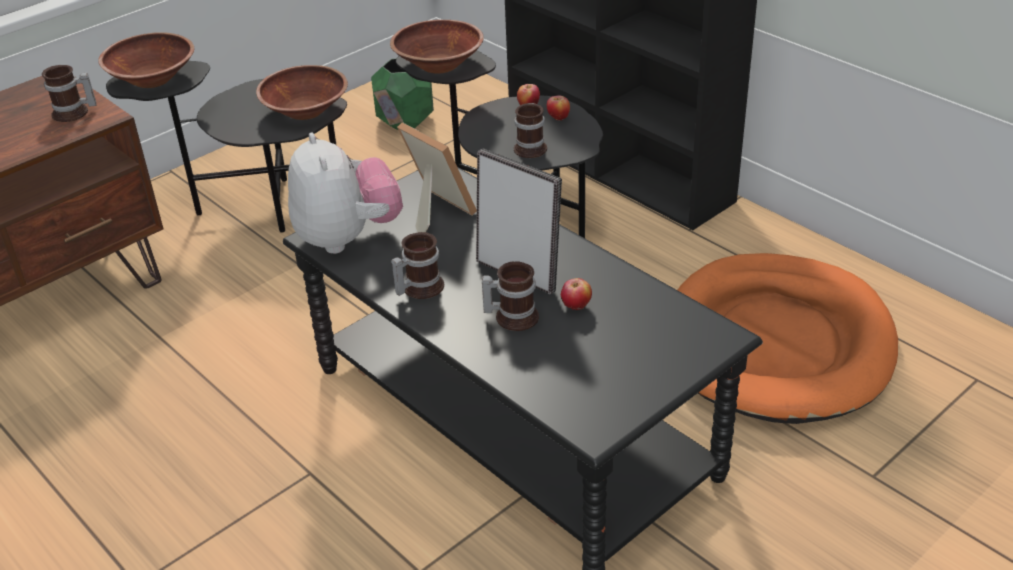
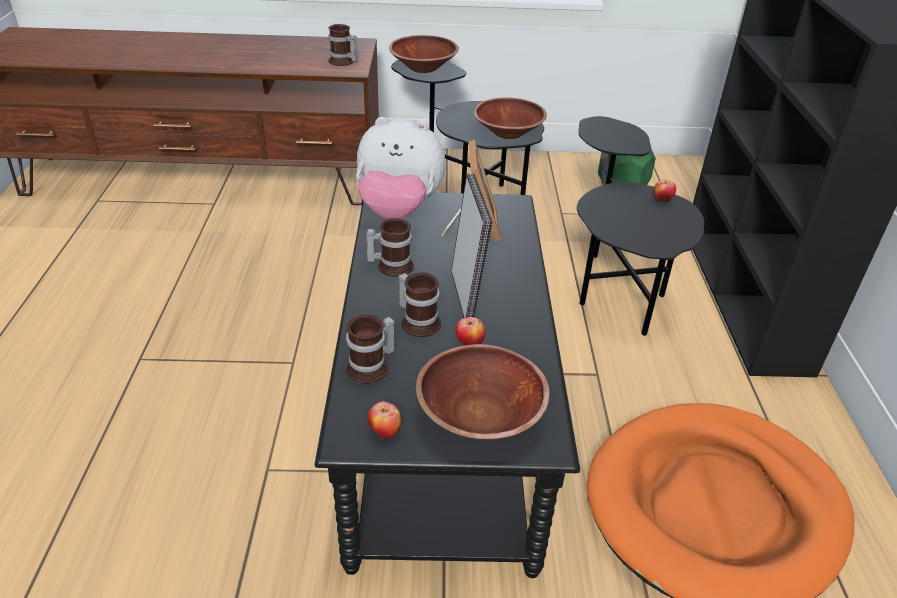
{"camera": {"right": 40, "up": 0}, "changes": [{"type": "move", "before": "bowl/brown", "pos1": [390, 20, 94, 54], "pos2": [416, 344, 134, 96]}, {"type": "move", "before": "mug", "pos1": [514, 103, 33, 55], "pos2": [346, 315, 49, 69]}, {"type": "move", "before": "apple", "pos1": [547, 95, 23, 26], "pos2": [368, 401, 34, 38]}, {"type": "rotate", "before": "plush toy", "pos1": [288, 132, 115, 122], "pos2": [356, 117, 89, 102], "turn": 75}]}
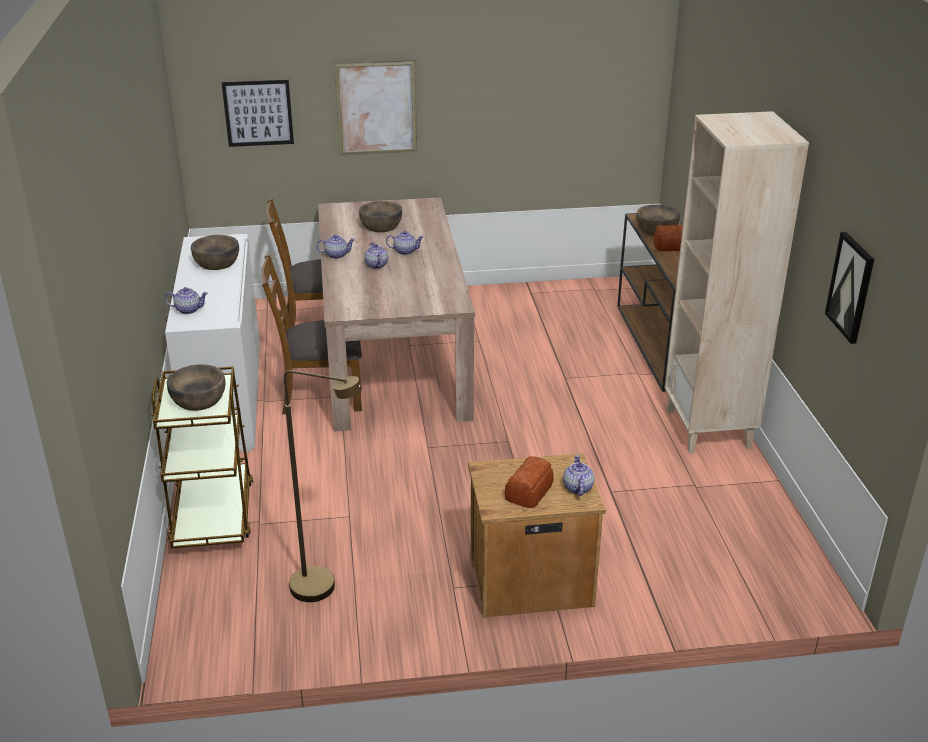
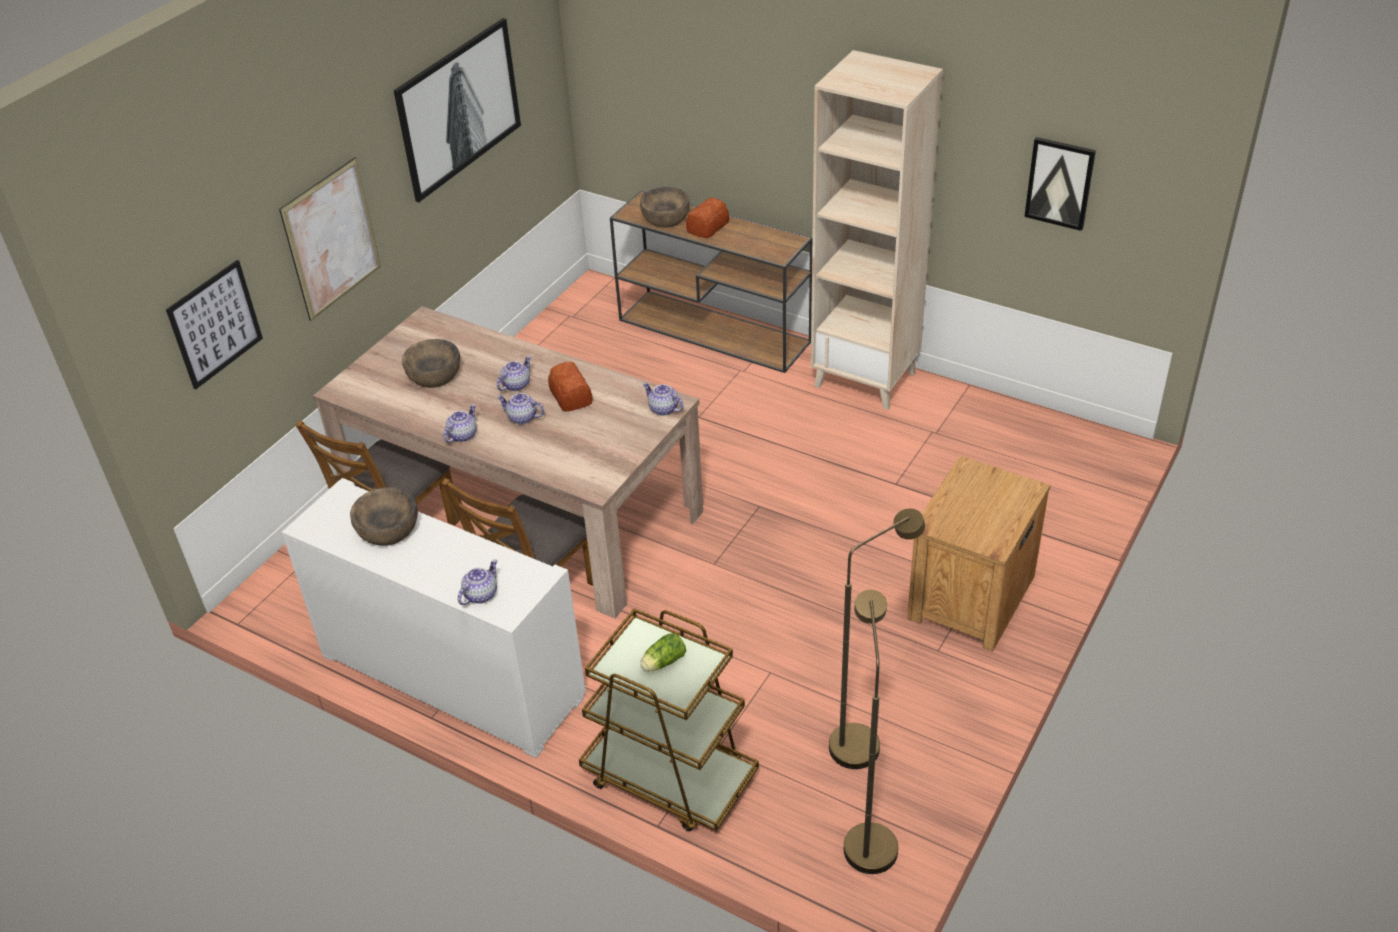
{"camera": {"right": -50, "up": 10}, "changes": [{"type": "insert", "after": "picture", "pos2": [394, 18, 127, 184]}, {"type": "insert", "after": "floor lamp/brown", "pos2": [844, 590, 54, 284]}, {"type": "move", "before": "bread", "pos1": [504, 456, 49, 52], "pos2": [548, 362, 44, 50]}, {"type": "move", "before": "teapot", "pos1": [563, 455, 31, 41], "pos2": [643, 383, 41, 33]}, {"type": "replace", "before": "bowl/brown", "after": "lettuce", "pos1": [167, 364, 59, 47], "pos2": [640, 633, 46, 38]}]}
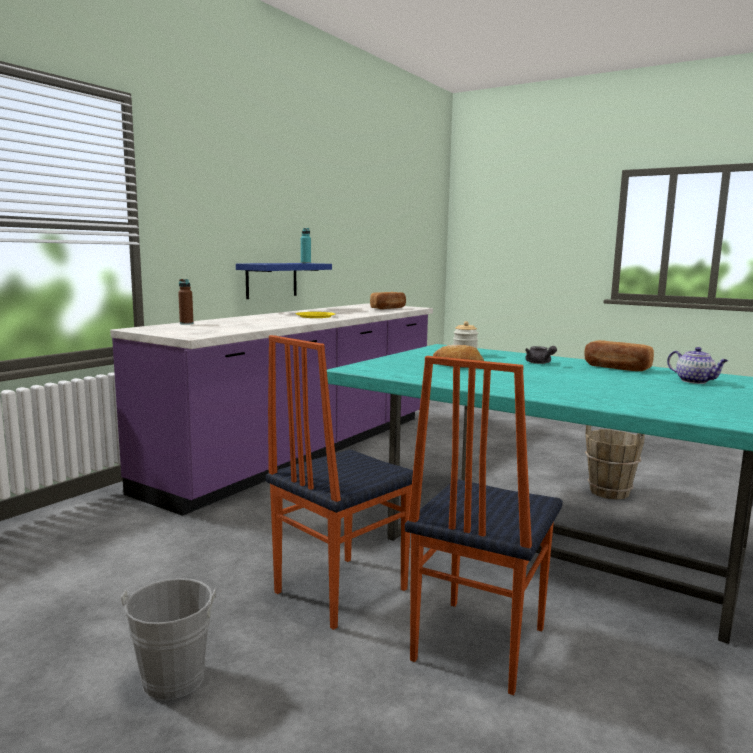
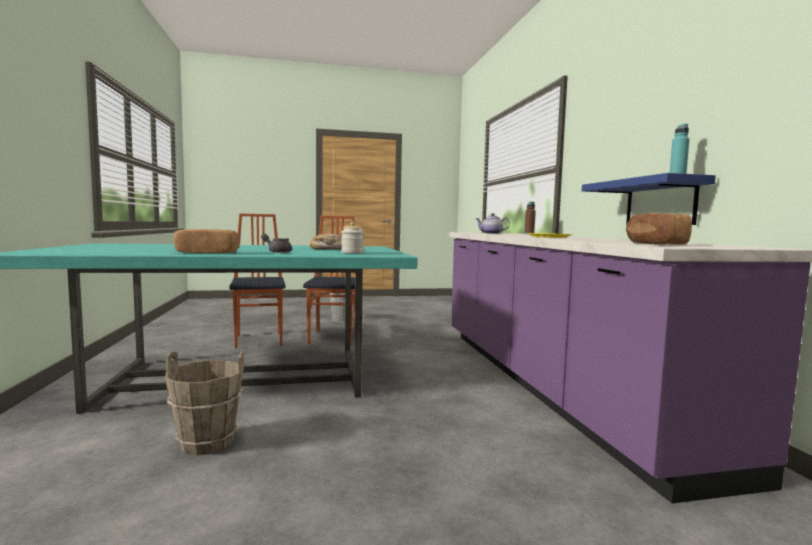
{"camera": {"right": 135, "up": -5}, "changes": [{"type": "move", "before": "teapot", "pos1": [667, 347, 61, 37], "pos2": [476, 213, 34, 21]}]}
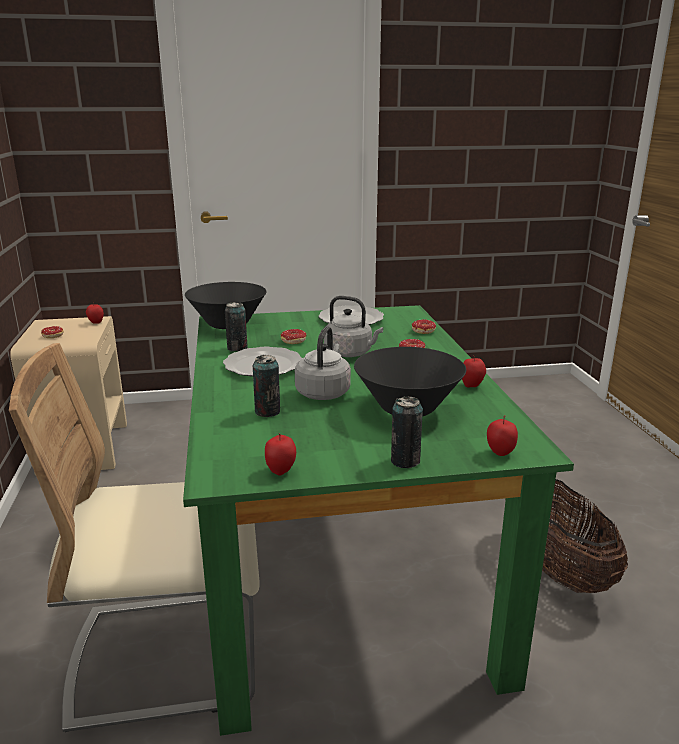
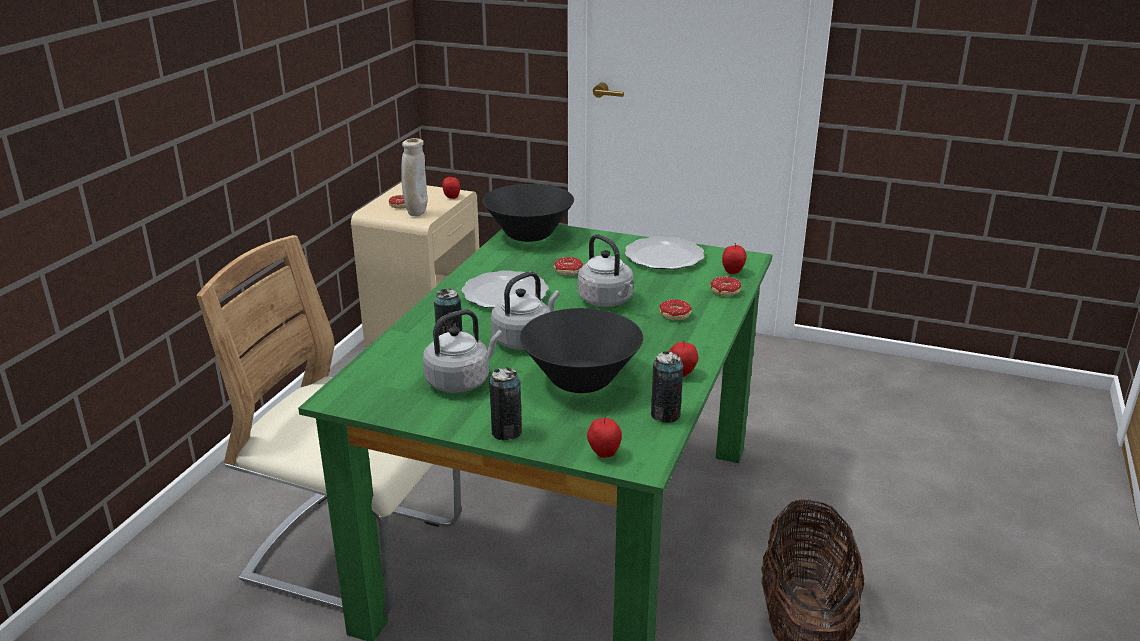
{"camera": {"right": 30, "up": 5}, "changes": [{"type": "insert", "after": "vase/beige", "pos2": [401, 138, 26, 78]}, {"type": "insert", "after": "kettle/grey", "pos2": [423, 309, 79, 84]}, {"type": "move", "before": "can", "pos1": [225, 302, 23, 49], "pos2": [651, 351, 32, 72]}, {"type": "move", "before": "apple", "pos1": [265, 434, 31, 42], "pos2": [722, 243, 25, 31]}]}
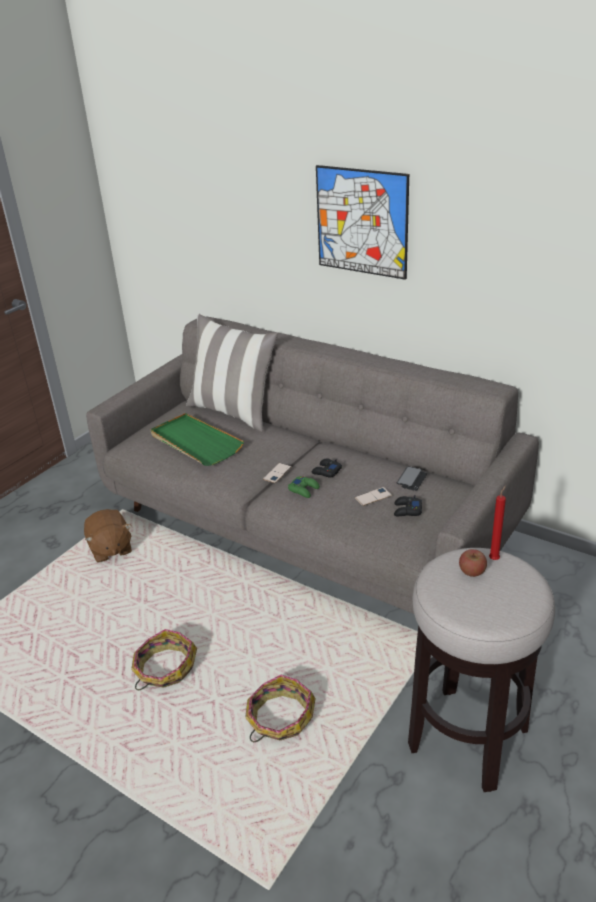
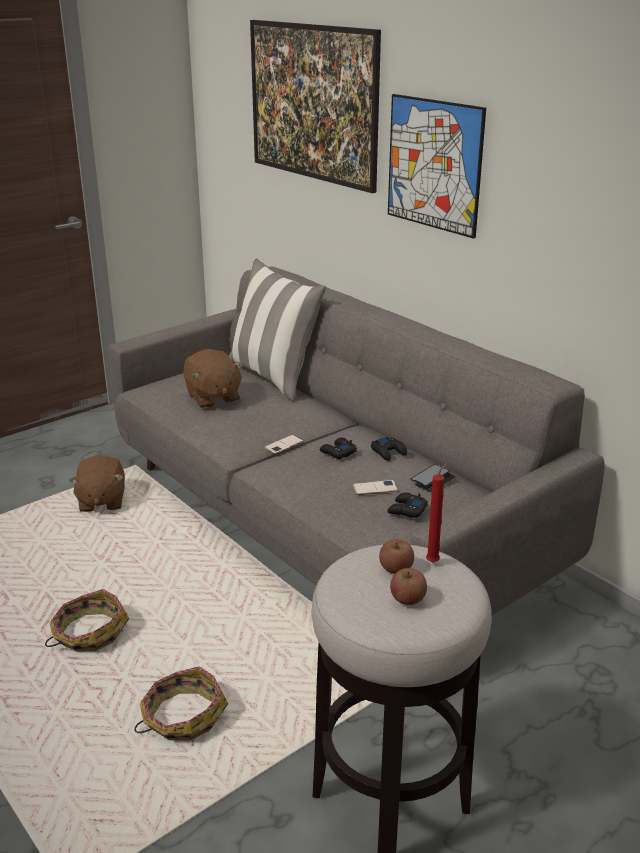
{"camera": {"right": 15, "up": -5}, "changes": [{"type": "delete", "before": "game controller/green", "pos1": [288, 476, 32, 22]}, {"type": "insert", "after": "picture", "pos2": [250, 20, 131, 173]}, {"type": "insert", "after": "game controller/black", "pos2": [371, 437, 36, 24]}, {"type": "insert", "after": "apple", "pos2": [390, 568, 37, 37]}, {"type": "replace", "before": "tray/green", "after": "plush toy/brown", "pos1": [150, 413, 94, 53], "pos2": [183, 349, 61, 60]}]}
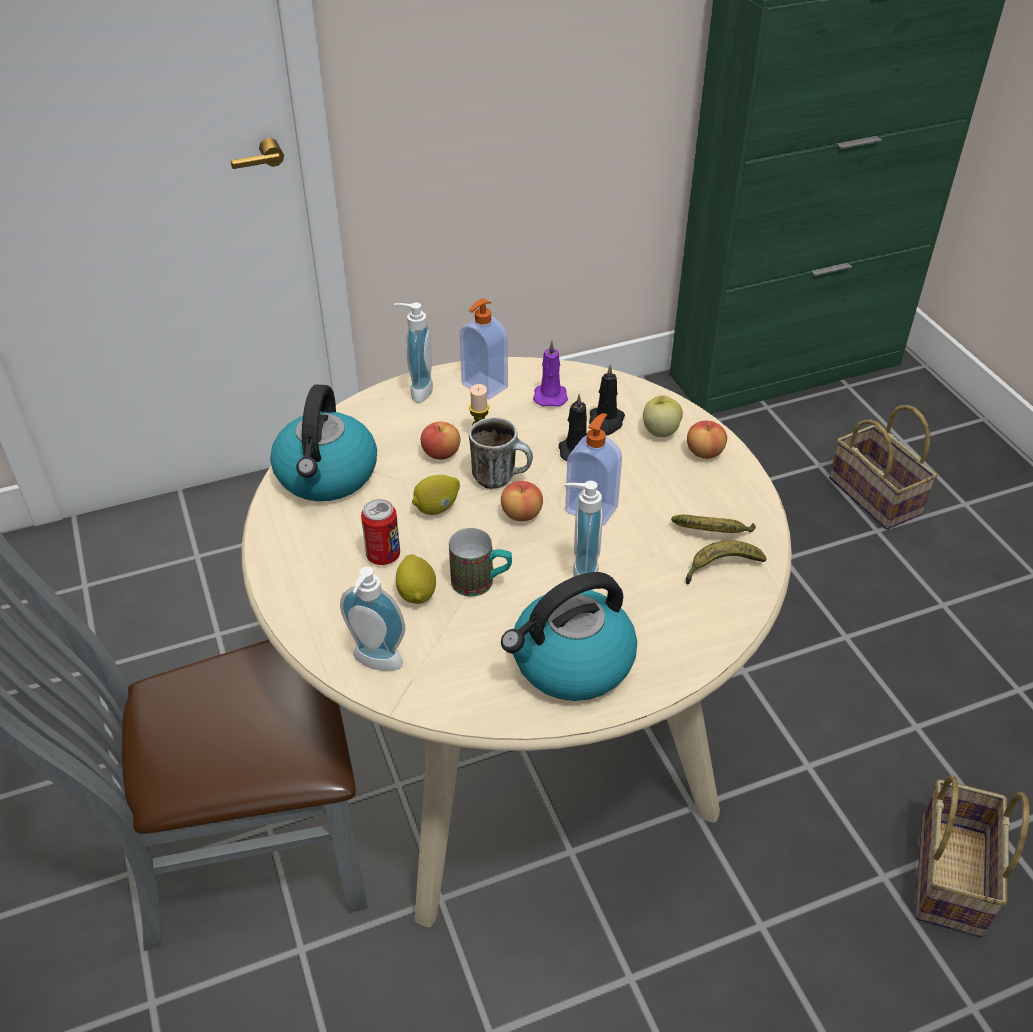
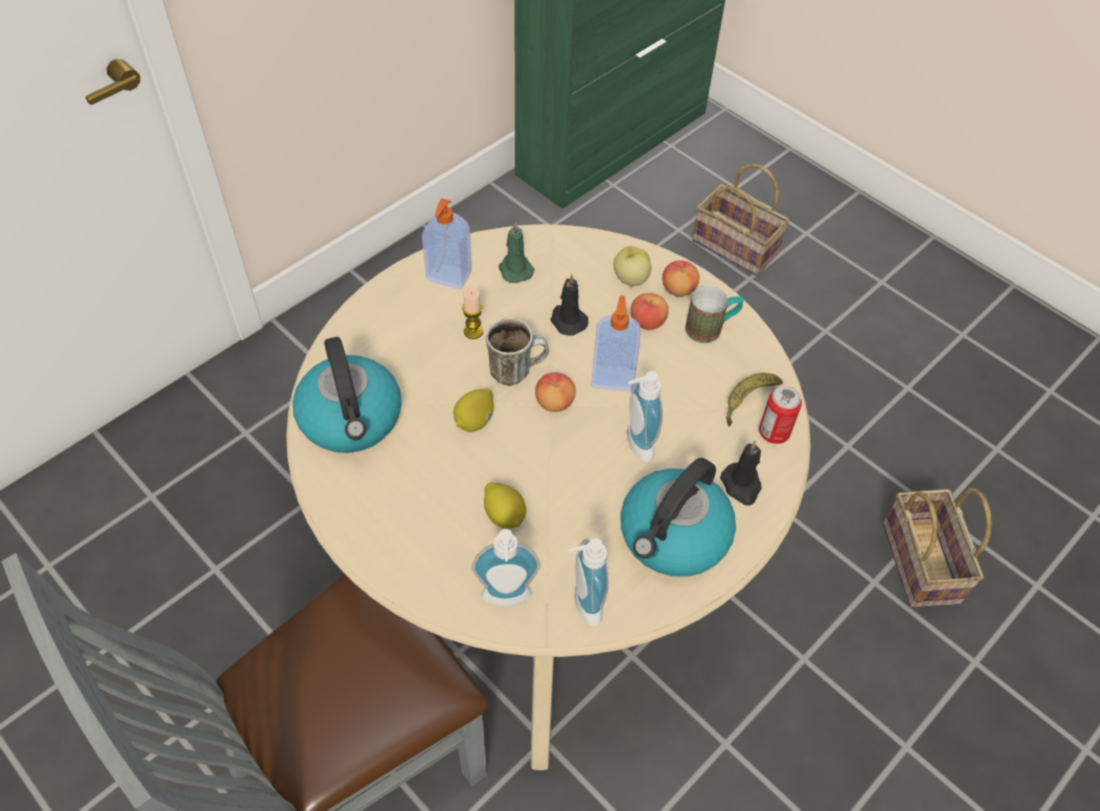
{"camera": {"right": -25, "up": 10}, "changes": [{"type": "delete", "before": "banana", "pos1": [671, 515, 85, 18]}, {"type": "move", "before": "can", "pos1": [361, 499, 39, 66], "pos2": [759, 386, 43, 58]}, {"type": "move", "before": "soap dispenser", "pos1": [394, 303, 39, 100], "pos2": [568, 538, 41, 89]}, {"type": "move", "before": "apple", "pos1": [421, 422, 39, 38], "pos2": [630, 293, 39, 37]}, {"type": "move", "before": "mug", "pos1": [449, 528, 63, 69], "pos2": [685, 285, 59, 58]}, {"type": "move", "before": "candle/black", "pos1": [589, 364, 36, 72], "pos2": [720, 440, 42, 66]}, {"type": "recolor", "before": "candle/purple", "after": "candle/green", "pos1": [533, 340, 35, 67], "pos2": [499, 222, 36, 61]}]}
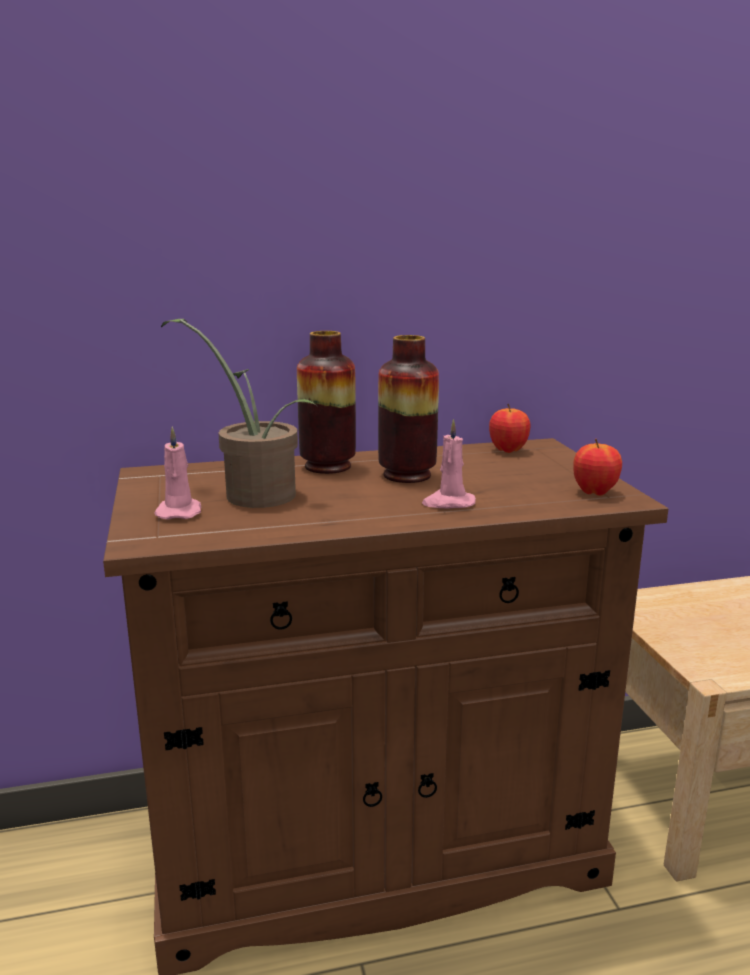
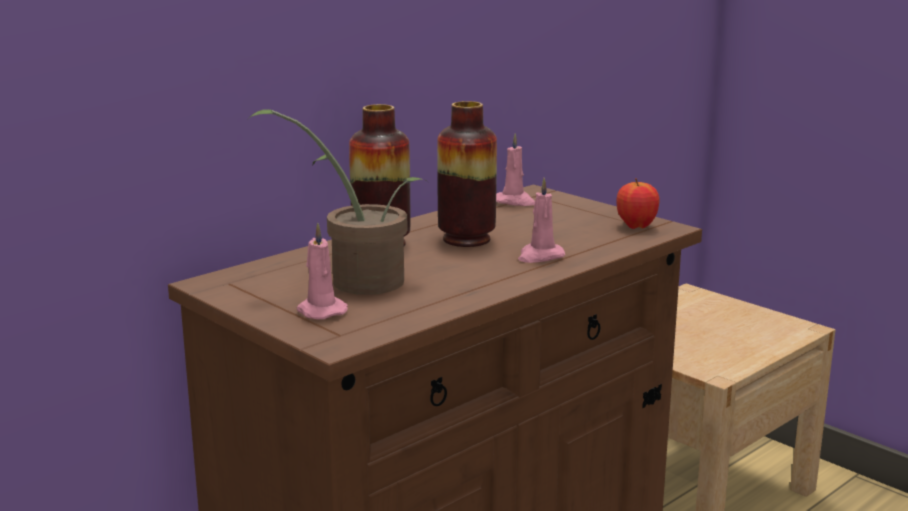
{"camera": {"right": -30, "up": 0}, "changes": [{"type": "replace", "before": "apple", "after": "candle/pink", "pos1": [489, 404, 42, 49], "pos2": [496, 133, 39, 73]}]}
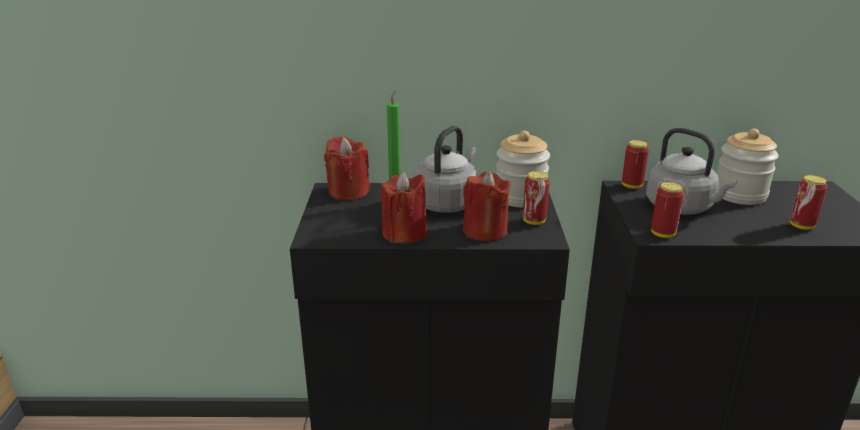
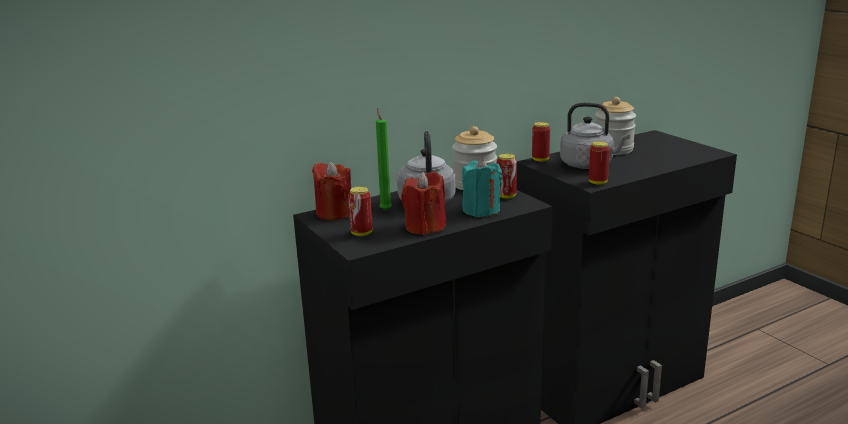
{"camera": {"right": -30, "up": -5}, "changes": [{"type": "move", "before": "can", "pos1": [790, 175, 37, 55], "pos2": [348, 186, 24, 50]}, {"type": "recolor", "before": "candle/red", "after": "candle/turquoise", "pos1": [463, 171, 48, 70], "pos2": [462, 158, 41, 59]}]}
